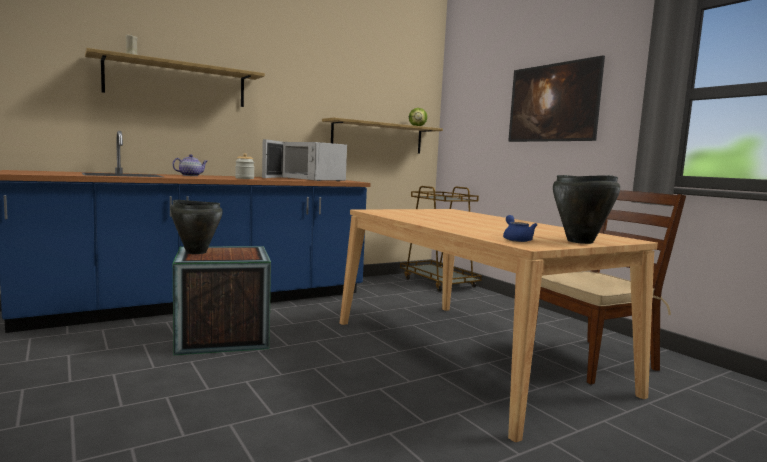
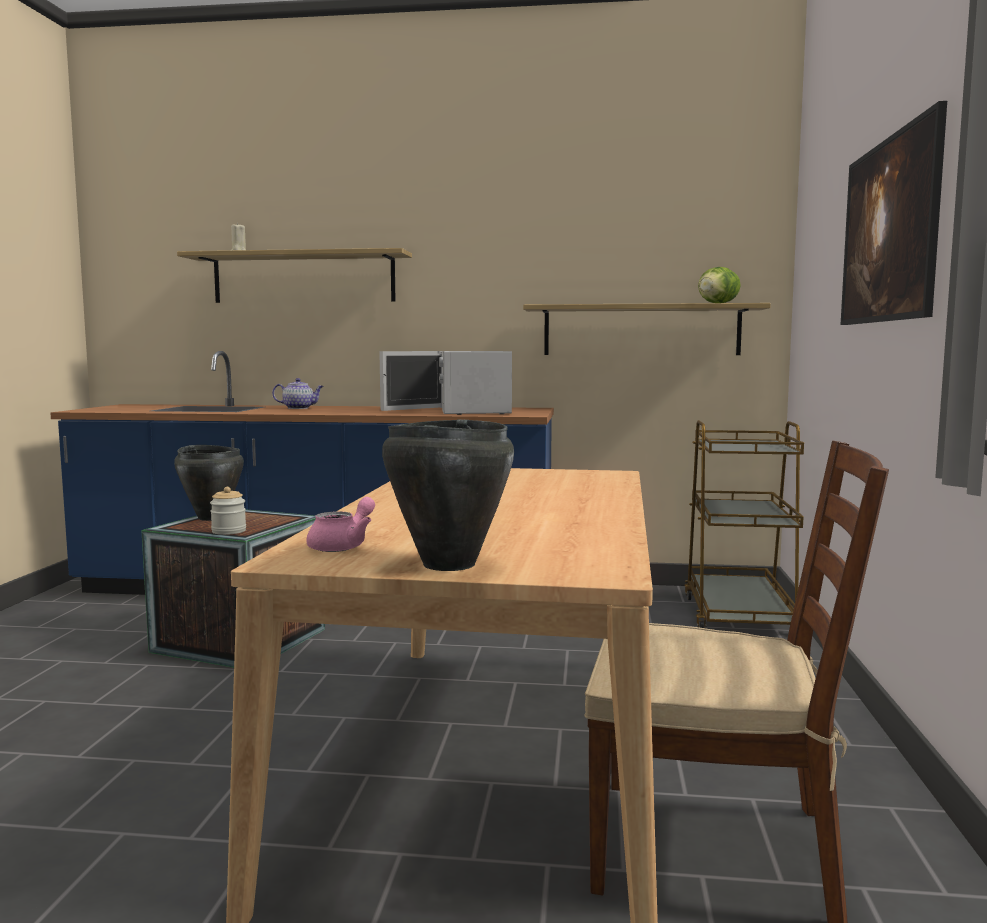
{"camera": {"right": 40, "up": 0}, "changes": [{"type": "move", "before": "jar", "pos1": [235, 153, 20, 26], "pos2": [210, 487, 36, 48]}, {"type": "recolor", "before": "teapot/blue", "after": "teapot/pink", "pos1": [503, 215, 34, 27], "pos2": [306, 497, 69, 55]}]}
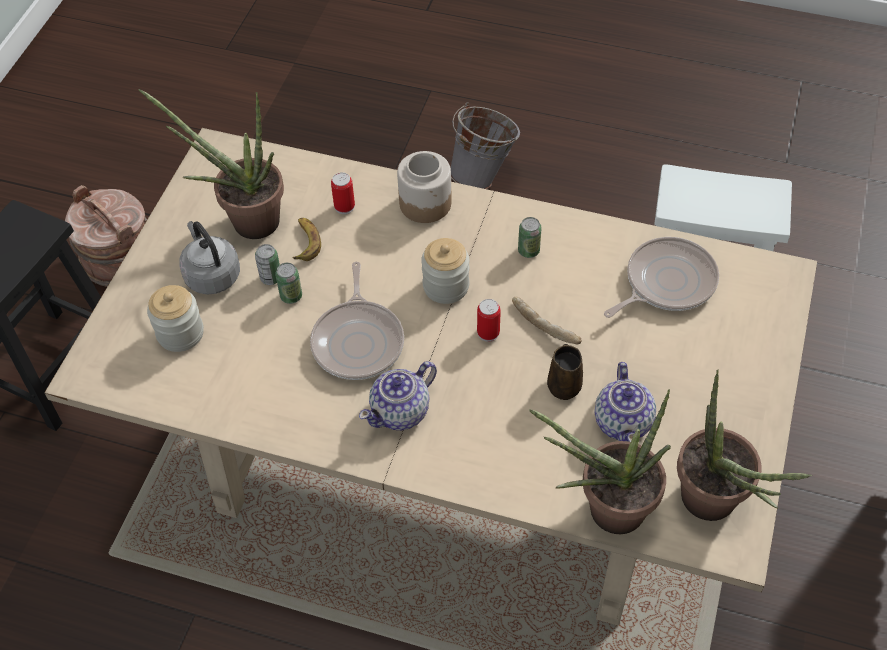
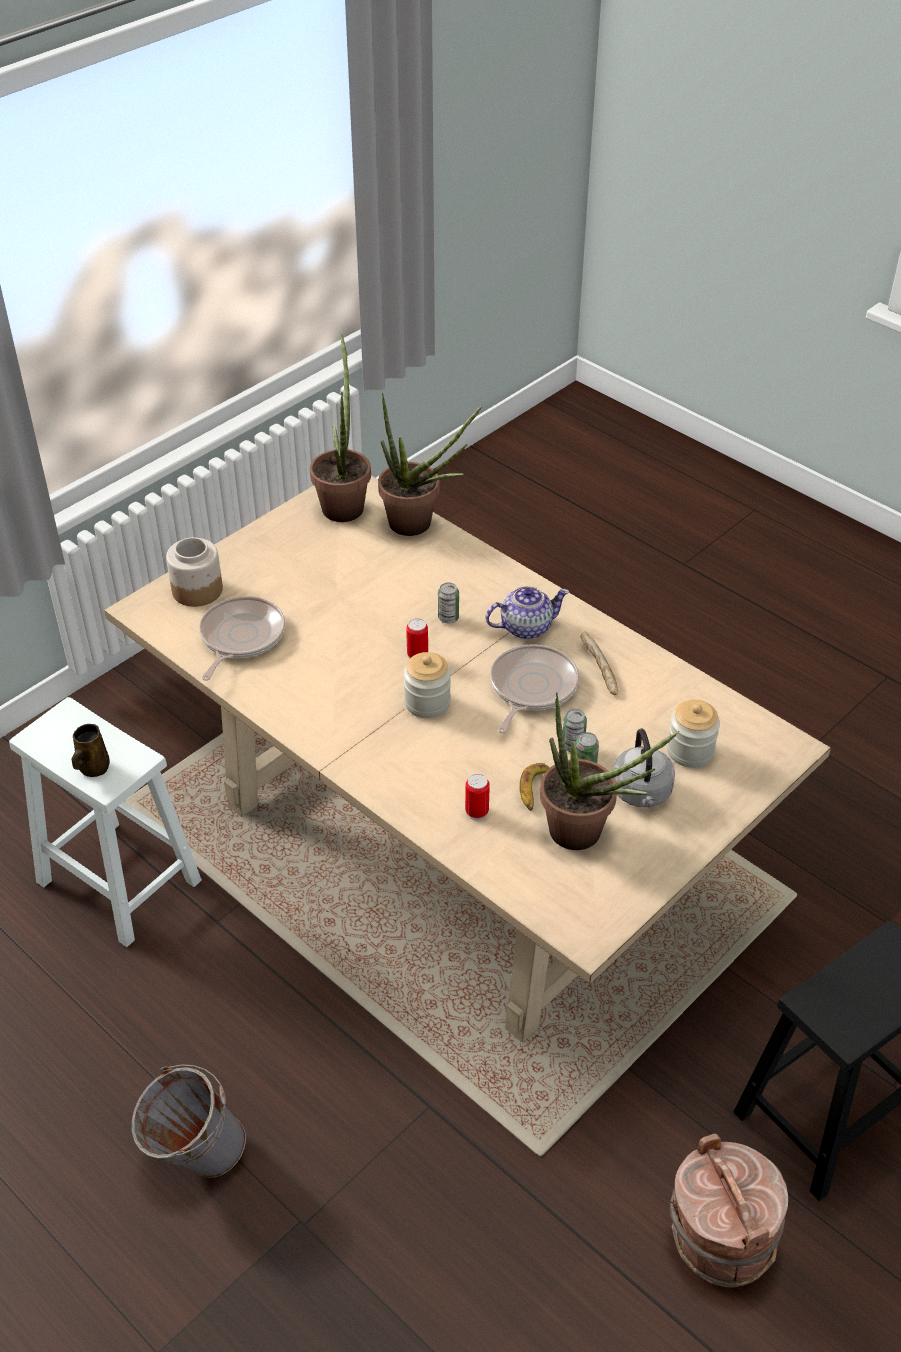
{"camera": {"right": -155, "up": -10}, "changes": [{"type": "delete", "before": "teapot", "pos1": [594, 362, 62, 80]}, {"type": "move", "before": "jar", "pos1": [397, 151, 55, 72], "pos2": [166, 537, 57, 70]}, {"type": "move", "before": "bread", "pos1": [512, 297, 69, 48], "pos2": [580, 631, 38, 64]}, {"type": "move", "before": "can", "pos1": [518, 217, 24, 41], "pos2": [438, 583, 21, 41]}, {"type": "move", "before": "mug/brown", "pos1": [547, 344, 36, 56], "pos2": [71, 724, 39, 53]}, {"type": "rotate", "before": "frying pan", "pos1": [604, 237, 115, 81], "pos2": [199, 596, 87, 85], "turn": 120}]}
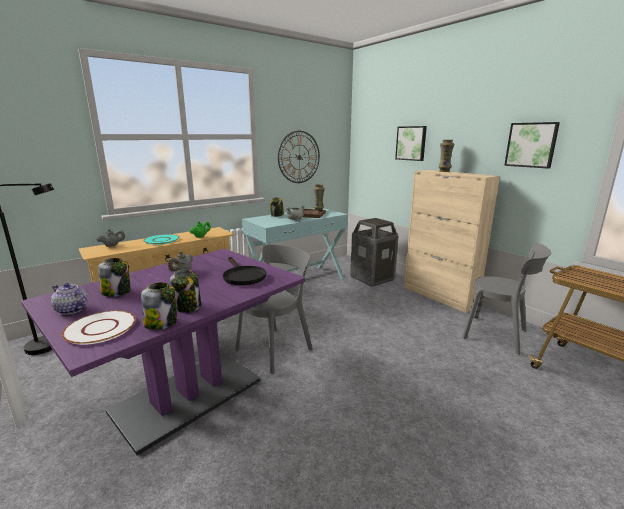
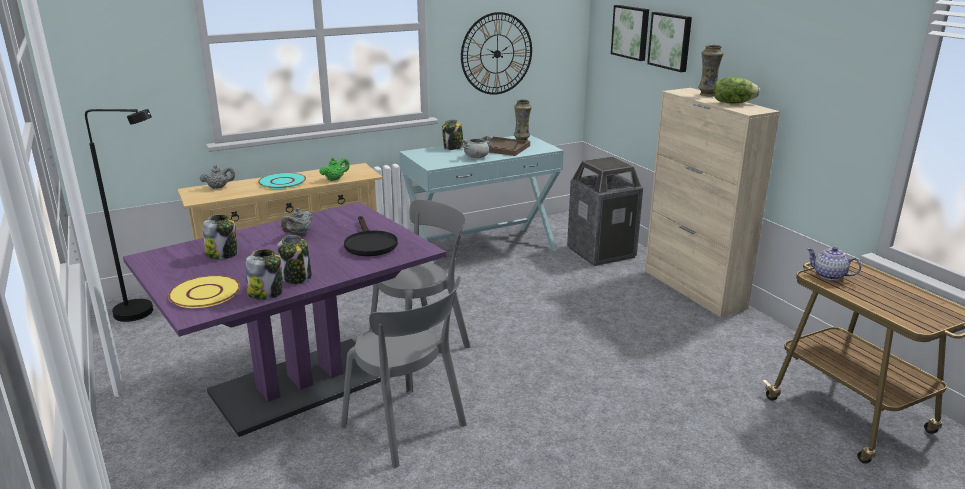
{"camera": {"right": 10, "up": 5}, "changes": [{"type": "insert", "after": "lettuce", "pos2": [713, 77, 47, 26]}, {"type": "move", "before": "teapot", "pos1": [51, 283, 36, 32], "pos2": [806, 247, 55, 33]}, {"type": "move", "before": "chair/grey", "pos1": [462, 243, 89, 112], "pos2": [341, 276, 126, 192]}, {"type": "move", "before": "picture", "pos1": [504, 122, 56, 46], "pos2": [611, 5, 38, 56]}, {"type": "recolor", "before": "plate/white", "after": "plate/yellow", "pos1": [62, 311, 74, 34], "pos2": [168, 275, 72, 33]}]}
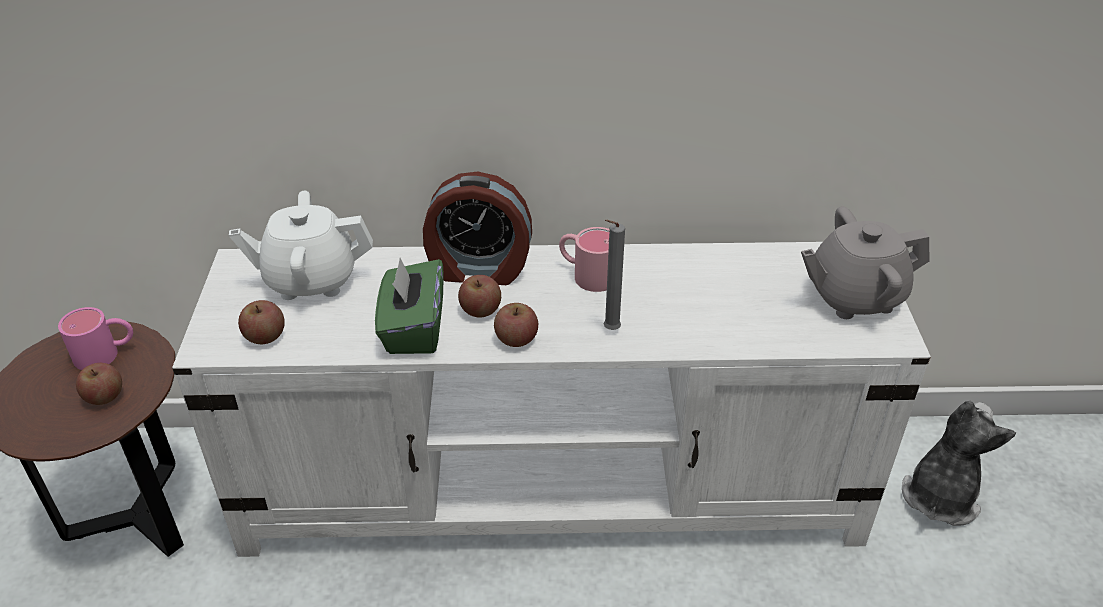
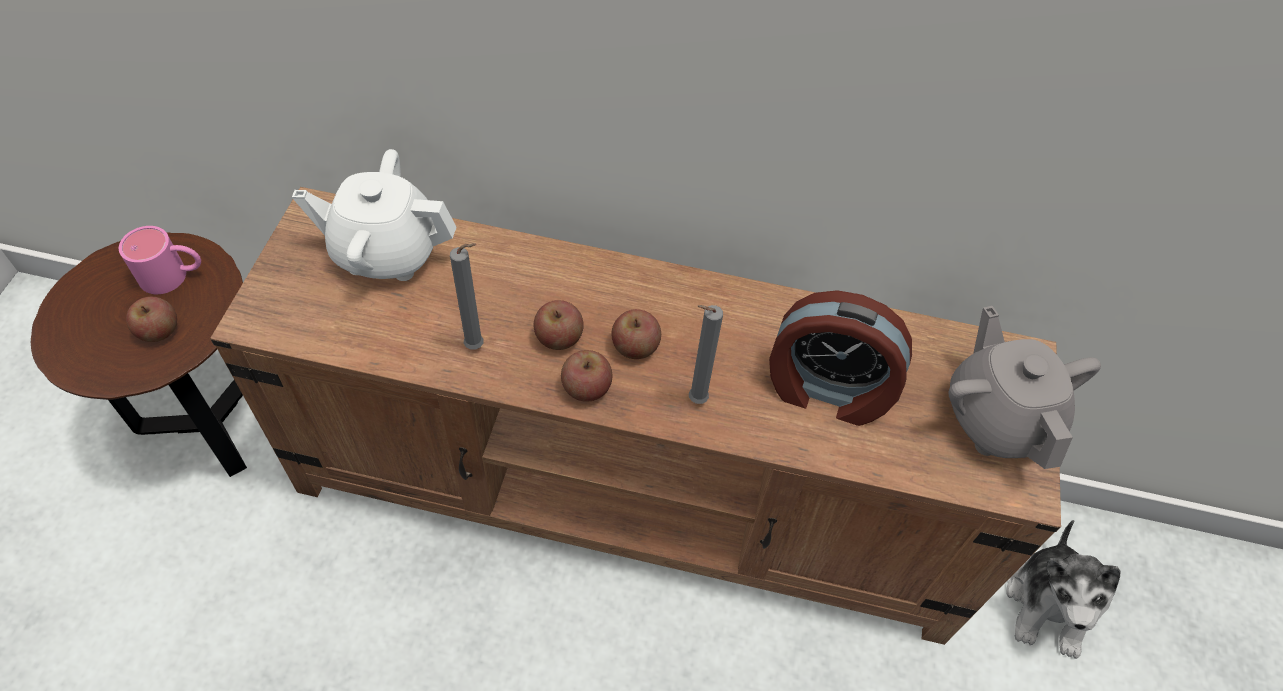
{"camera": {"right": 10, "up": 15}, "changes": [{"type": "delete", "before": "mug/pink", "pos1": [559, 227, 51, 65]}, {"type": "move", "before": "apple", "pos1": [238, 300, 47, 44], "pos2": [611, 309, 50, 50]}, {"type": "move", "before": "alarm clock", "pos1": [423, 172, 109, 113], "pos2": [769, 290, 143, 136]}, {"type": "replace", "before": "tissue box/green", "after": "candle/grey", "pos1": [375, 258, 68, 96], "pos2": [450, 243, 34, 107]}, {"type": "recolor", "before": "tv stand/white", "after": "tv stand/brown", "pos1": [172, 242, 759, 315], "pos2": [210, 187, 851, 458]}, {"type": "rotate", "before": "teapot/grey", "pos1": [801, 206, 128, 113], "pos2": [949, 306, 152, 163], "turn": 75}, {"type": "rotate", "before": "plush toy", "pos1": [902, 400, 114, 126], "pos2": [1006, 520, 115, 139], "turn": 150}]}
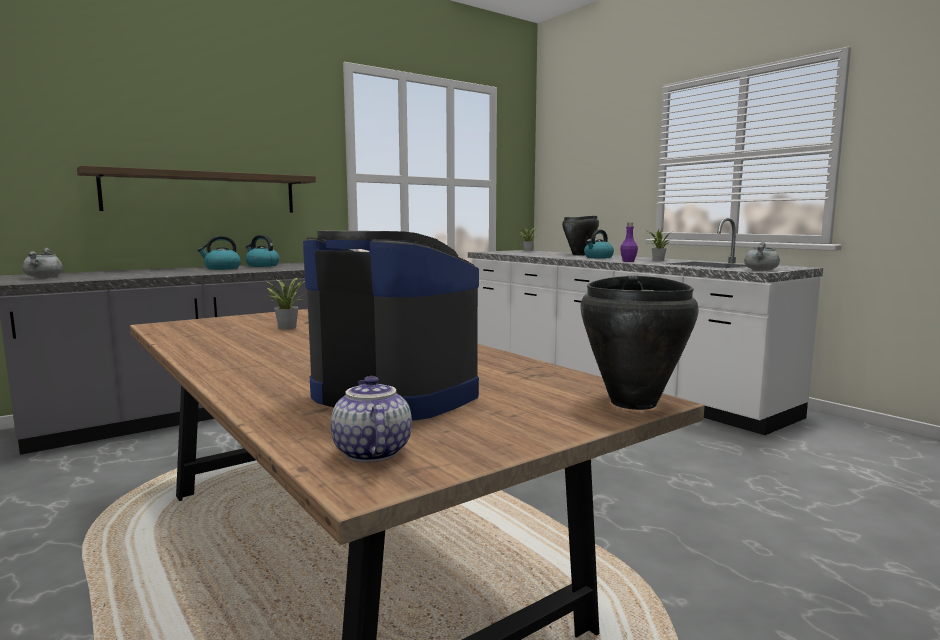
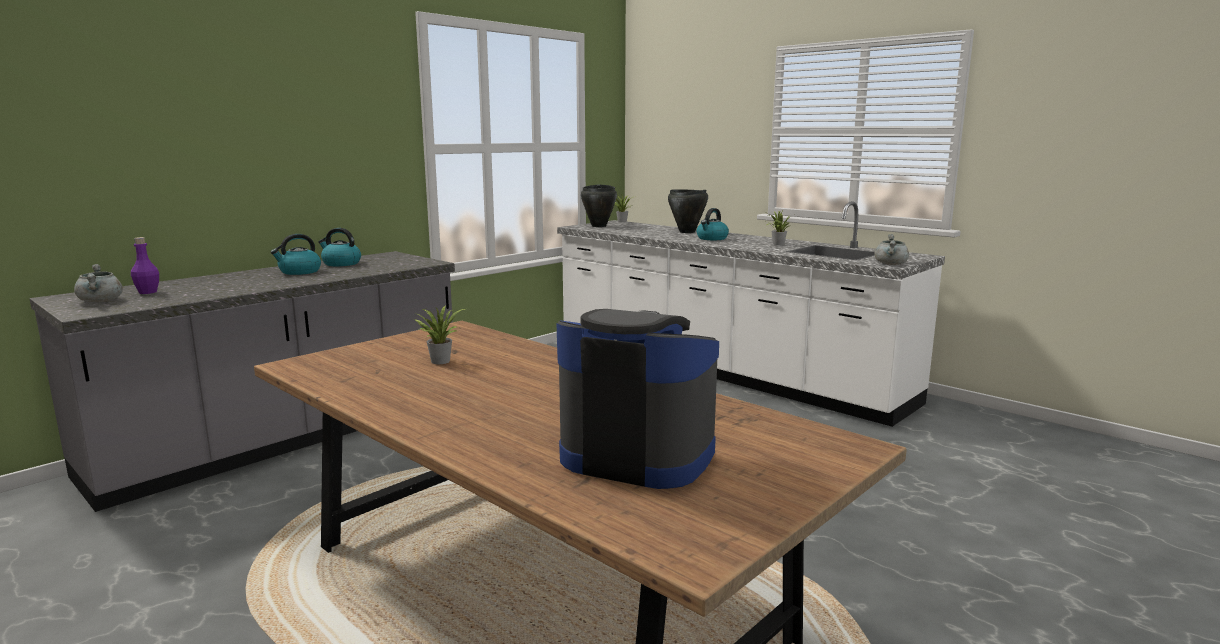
{"camera": {"right": -10, "up": 5}, "changes": [{"type": "delete", "before": "shelf", "pos1": [77, 165, 239, 48]}, {"type": "delete", "before": "teapot", "pos1": [331, 376, 81, 86]}, {"type": "move", "before": "cooking pot/black", "pos1": [580, 275, 119, 135], "pos2": [581, 185, 36, 42]}, {"type": "move", "before": "bottle/purple", "pos1": [620, 223, 18, 39], "pos2": [131, 237, 28, 57]}]}
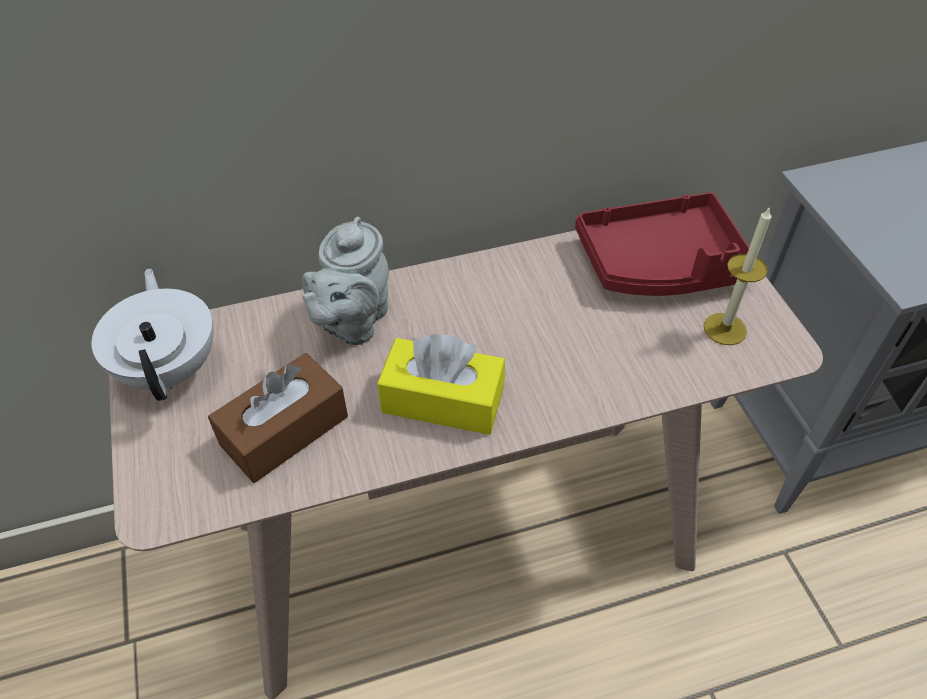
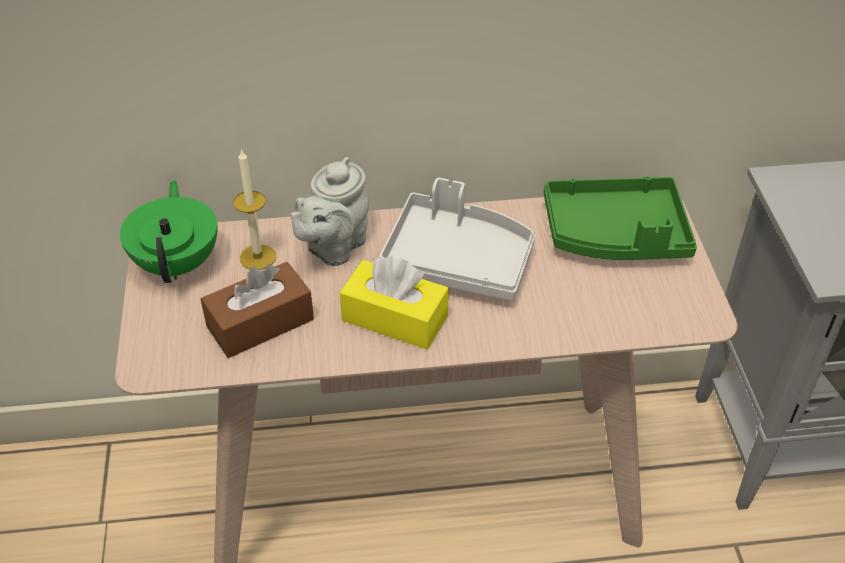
{"camera": {"right": 10, "up": -5}, "changes": [{"type": "insert", "after": "tray/grey", "pos2": [379, 178, 156, 123]}, {"type": "move", "before": "candle", "pos1": [703, 206, 69, 139], "pos2": [233, 149, 43, 121]}, {"type": "recolor", "before": "teapot/white", "after": "teapot/green", "pos1": [91, 268, 123, 133], "pos2": [120, 180, 98, 103]}, {"type": "recolor", "before": "tray/red", "after": "tray/green", "pos1": [575, 192, 174, 104], "pos2": [544, 176, 153, 84]}]}
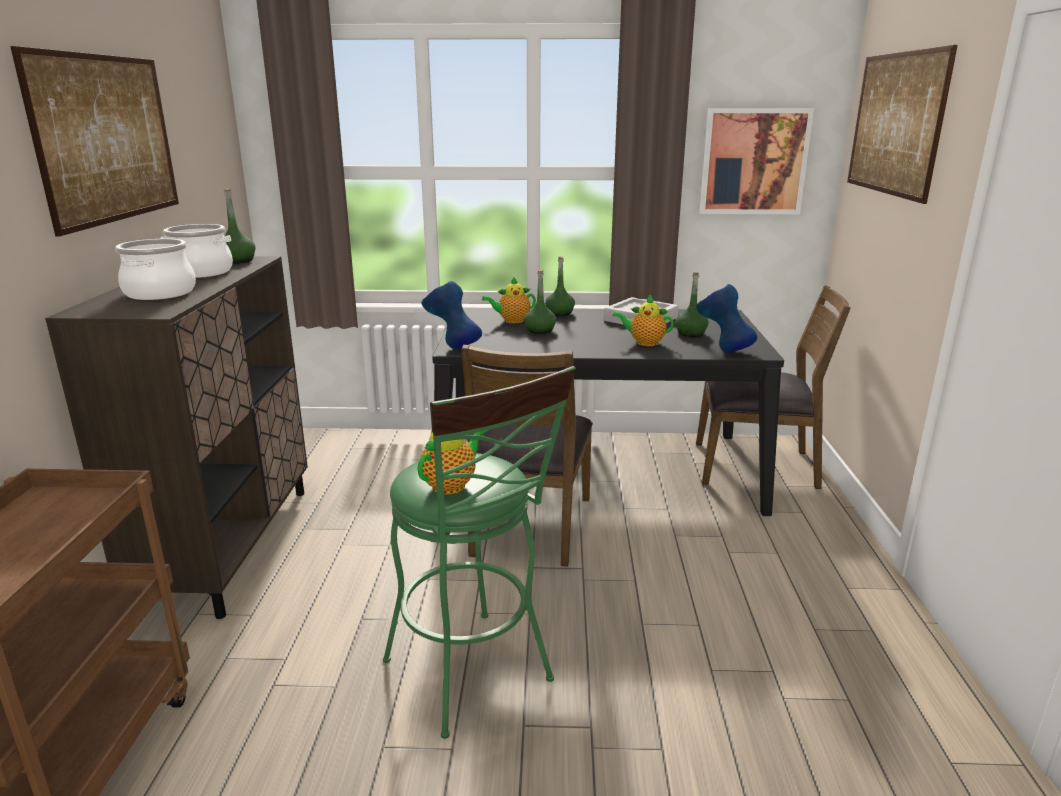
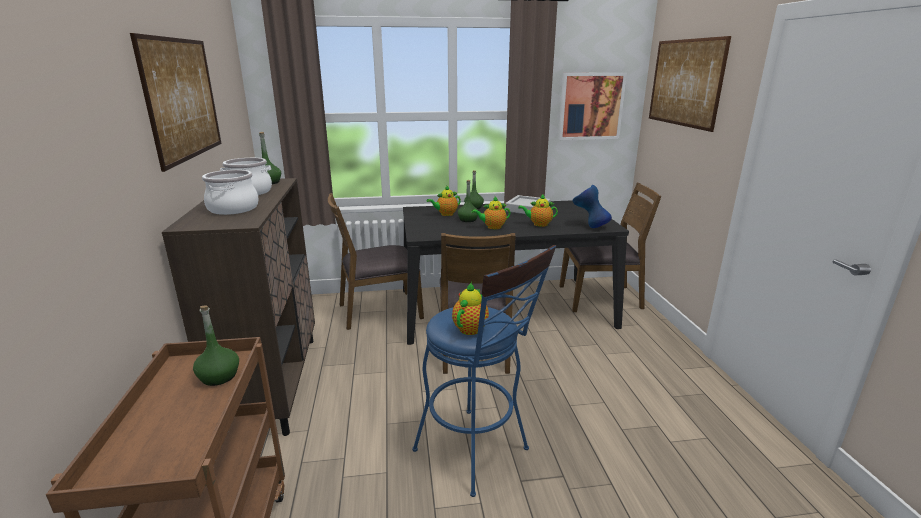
{"camera": {"right": -10, "up": 0}, "changes": [{"type": "delete", "before": "vase/blue", "pos1": [422, 281, 60, 68]}, {"type": "insert", "after": "chair/brown", "pos2": [328, 193, 96, 137]}, {"type": "insert", "after": "teapot", "pos2": [472, 197, 39, 32]}, {"type": "move", "before": "bottle/green", "pos1": [675, 272, 34, 65], "pos2": [193, 306, 46, 80]}, {"type": "recolor", "before": "stool/green", "after": "stool/blue", "pos1": [383, 366, 193, 373], "pos2": [412, 245, 144, 252]}]}
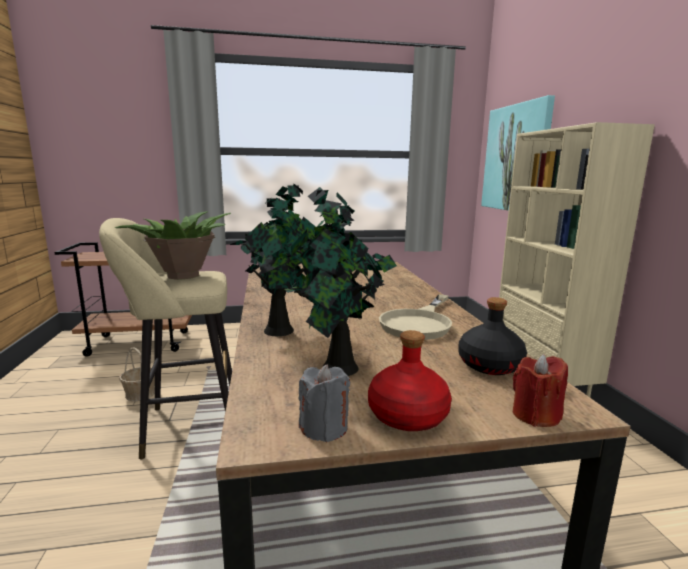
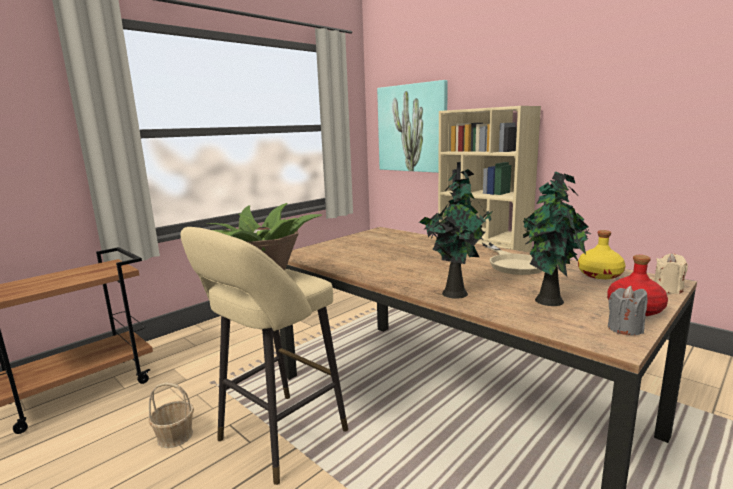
{"camera": {"right": -35, "up": 0}, "changes": [{"type": "recolor", "before": "bottle/black", "after": "bottle/yellow", "pos1": [458, 297, 69, 78], "pos2": [578, 230, 48, 49]}, {"type": "recolor", "before": "candle/red", "after": "candle/beige", "pos1": [513, 354, 55, 73], "pos2": [654, 253, 34, 41]}]}
